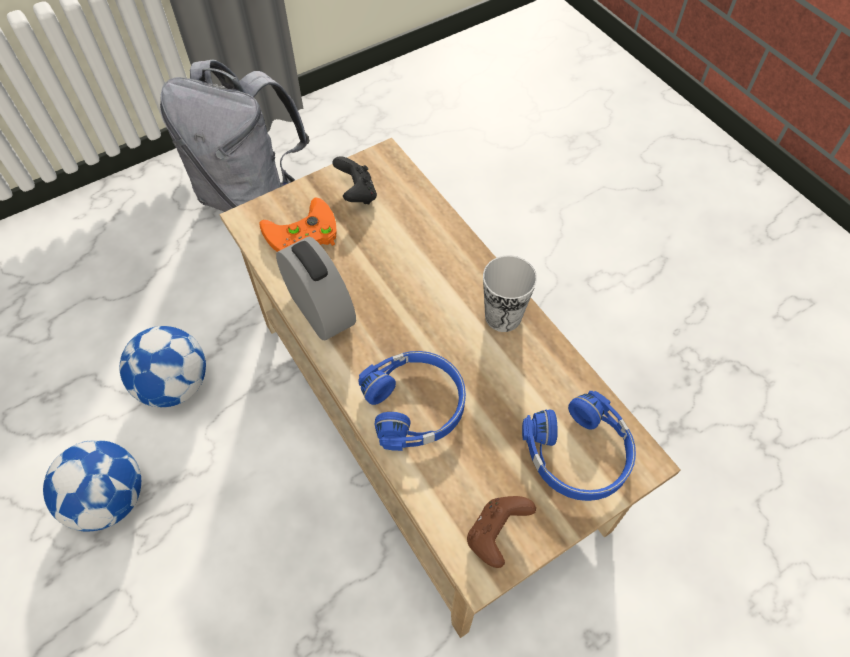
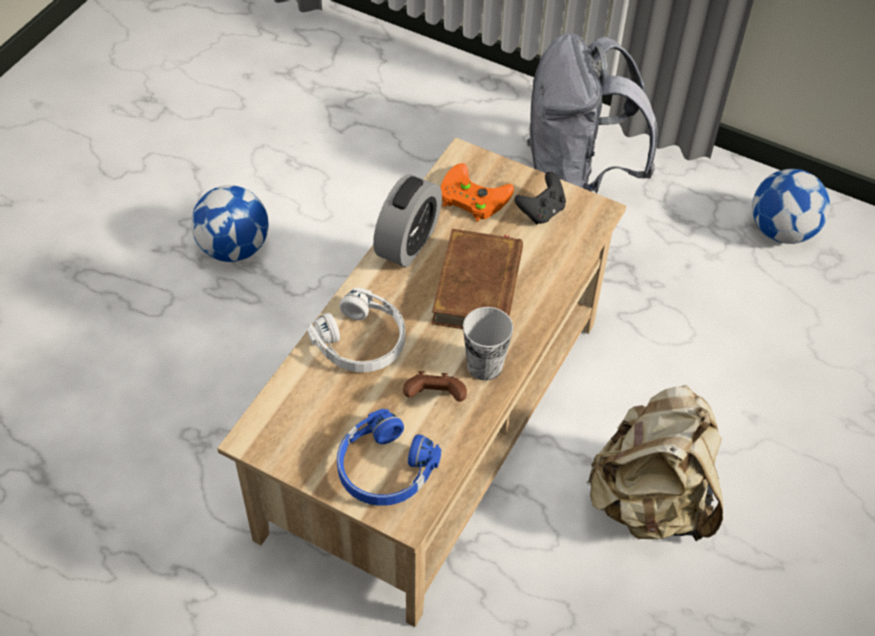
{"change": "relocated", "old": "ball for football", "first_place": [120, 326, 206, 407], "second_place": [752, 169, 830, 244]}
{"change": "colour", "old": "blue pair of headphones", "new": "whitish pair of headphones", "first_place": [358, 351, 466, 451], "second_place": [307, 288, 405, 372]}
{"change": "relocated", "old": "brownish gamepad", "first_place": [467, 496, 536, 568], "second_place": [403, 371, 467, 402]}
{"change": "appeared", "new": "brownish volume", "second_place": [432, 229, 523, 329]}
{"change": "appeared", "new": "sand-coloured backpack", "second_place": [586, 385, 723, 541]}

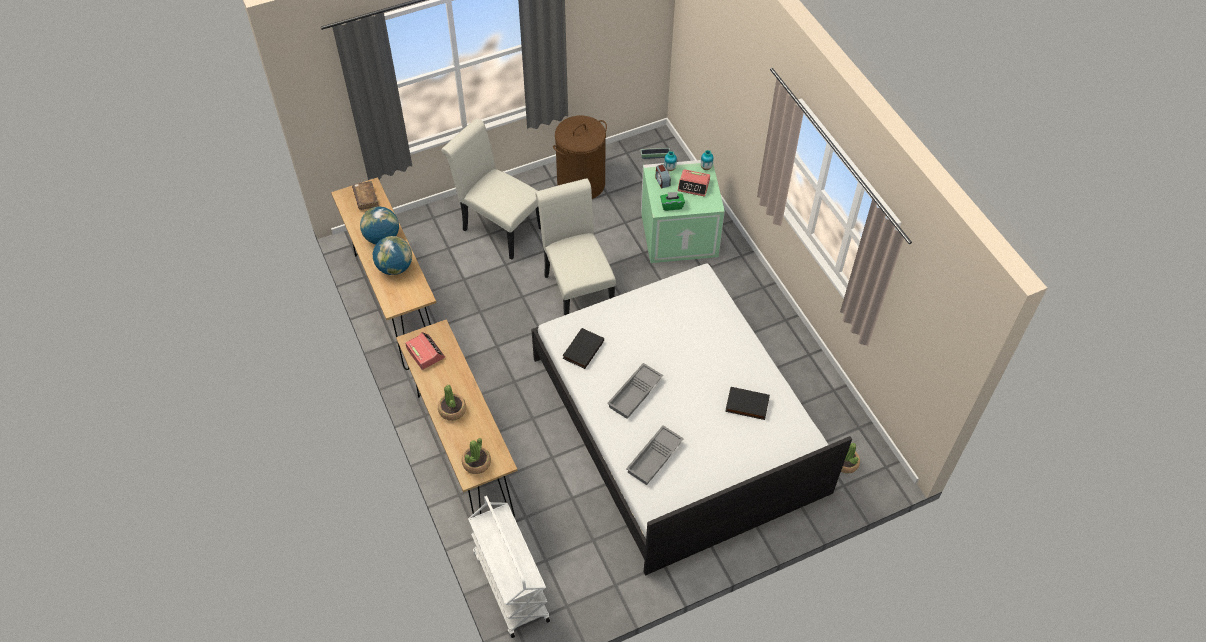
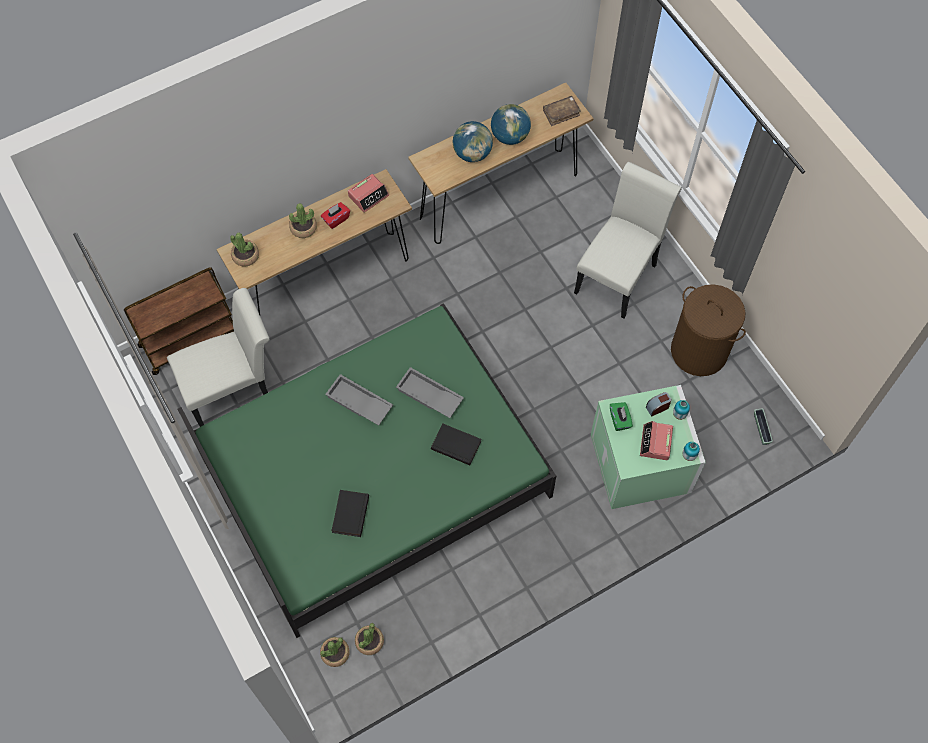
{"change": "relocated", "old": "whitish plain chair", "first_place": [535, 178, 616, 315], "second_place": [167, 288, 270, 427]}
{"change": "colour", "old": "whitish bed", "new": "green-coloured bed", "first_place": [531, 264, 852, 576], "second_place": [178, 303, 556, 638]}
{"change": "relocated", "old": "blackish volume", "first_place": [563, 328, 604, 369], "second_place": [431, 424, 481, 465]}
{"change": "relocated", "old": "gray carrying tray", "first_place": [626, 425, 684, 485], "second_place": [396, 367, 464, 418]}
{"change": "colour", "old": "whitish trolley", "new": "brownish trolley", "first_place": [468, 496, 550, 638], "second_place": [124, 267, 234, 375]}
{"change": "appeared", "new": "red-coloured tissue box", "second_place": [321, 202, 350, 229]}
{"change": "appeared", "new": "plant in a pot", "second_place": [355, 623, 384, 655]}

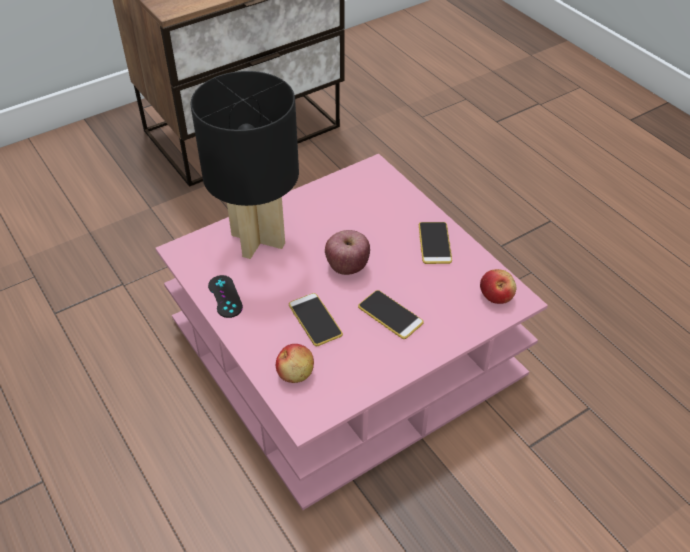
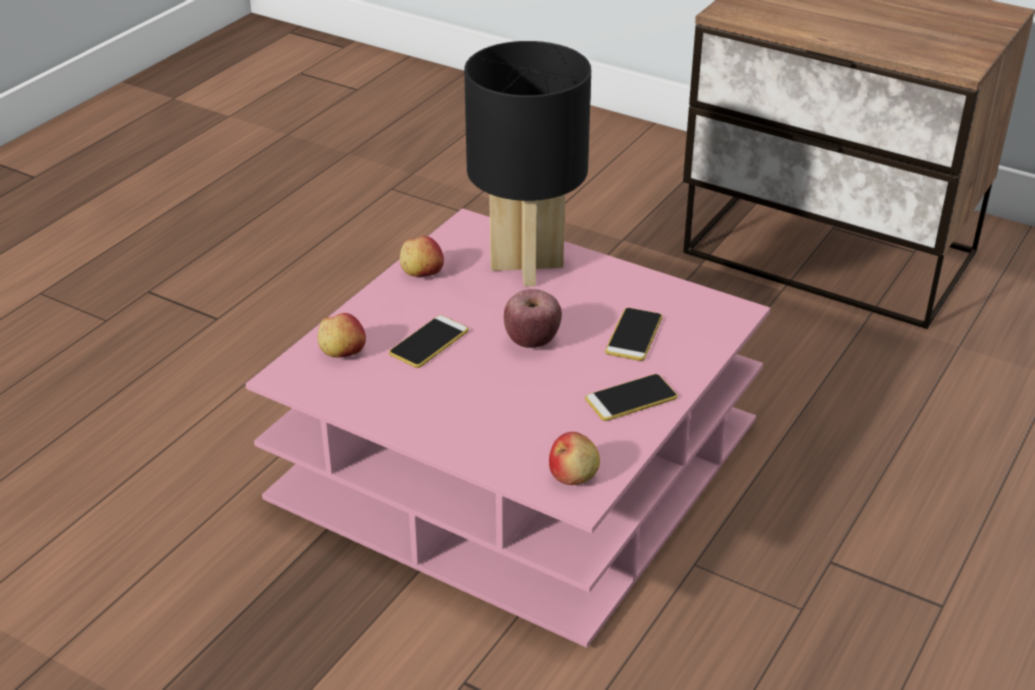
{"change": "exchanged", "old": "blackish gamepad", "new": "apple fruit", "first_place": [208, 275, 243, 318], "second_place": [400, 236, 444, 277]}
{"change": "relocated", "old": "handset", "first_place": [358, 290, 424, 339], "second_place": [605, 308, 663, 361]}

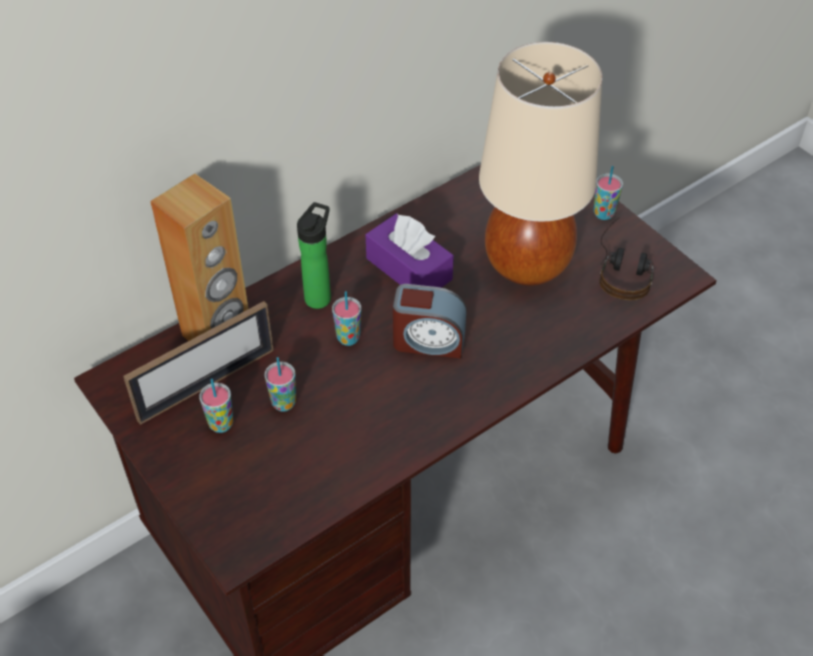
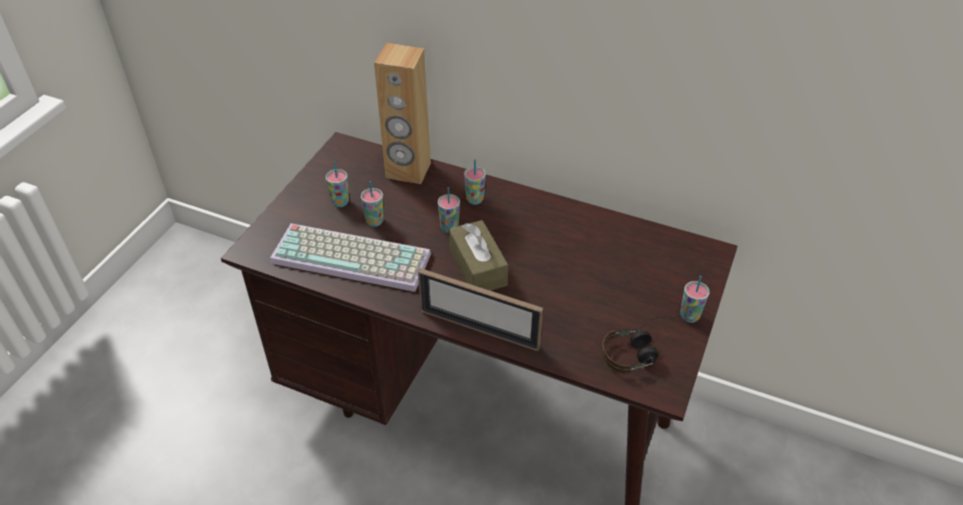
{"change": "missing", "old": "sand-coloured tabletop lamp", "first_place": [479, 42, 602, 286]}
{"change": "exchanged", "old": "bottle", "new": "cup", "first_place": [297, 202, 331, 309], "second_place": [464, 159, 486, 205]}
{"change": "missing", "old": "purple tissue box", "first_place": [366, 213, 454, 288]}
{"change": "exchanged", "old": "bedside clock", "new": "brownish tissue box", "first_place": [393, 284, 467, 359], "second_place": [449, 220, 508, 291]}
{"change": "relocated", "old": "picture frame", "first_place": [123, 301, 274, 425], "second_place": [418, 268, 543, 351]}
{"change": "appeared", "new": "PC keyboard", "second_place": [270, 223, 431, 292]}

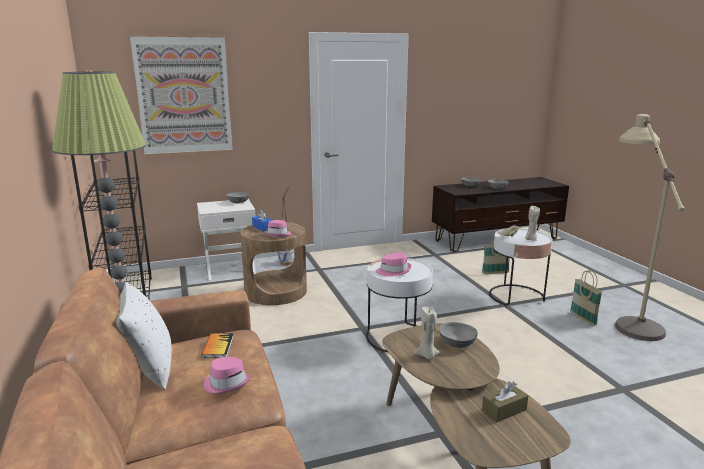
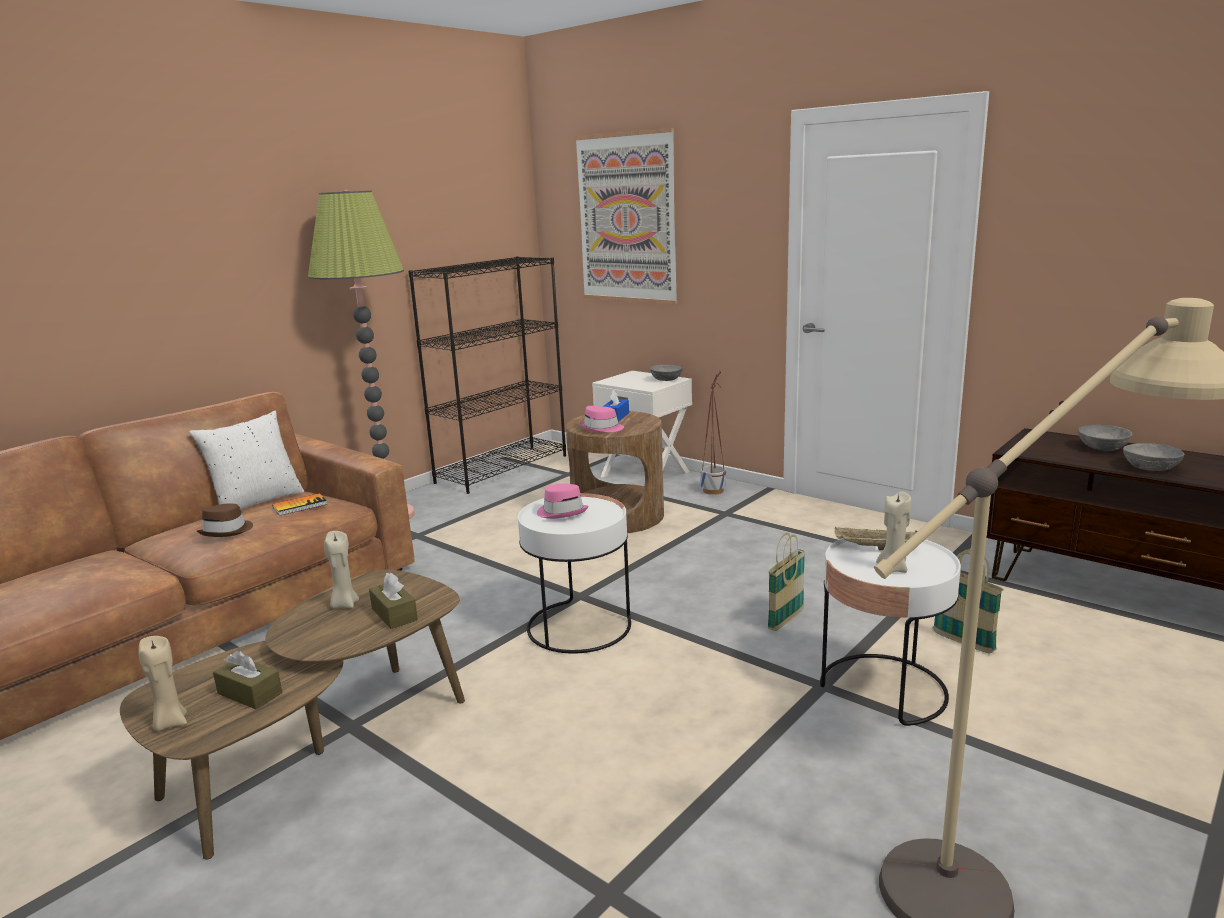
{"change": "relocated", "old": "basket", "first_place": [570, 270, 602, 326], "second_place": [768, 533, 805, 631]}
{"change": "exchanged", "old": "gray bowl", "new": "brownish tissue box", "first_place": [439, 322, 478, 348], "second_place": [369, 572, 418, 629]}
{"change": "colour", "old": "pink hat", "new": "brownish hat", "first_place": [204, 357, 251, 394], "second_place": [197, 504, 253, 537]}
{"change": "appeared", "new": "sand-coloured wax light", "second_place": [138, 636, 187, 731]}

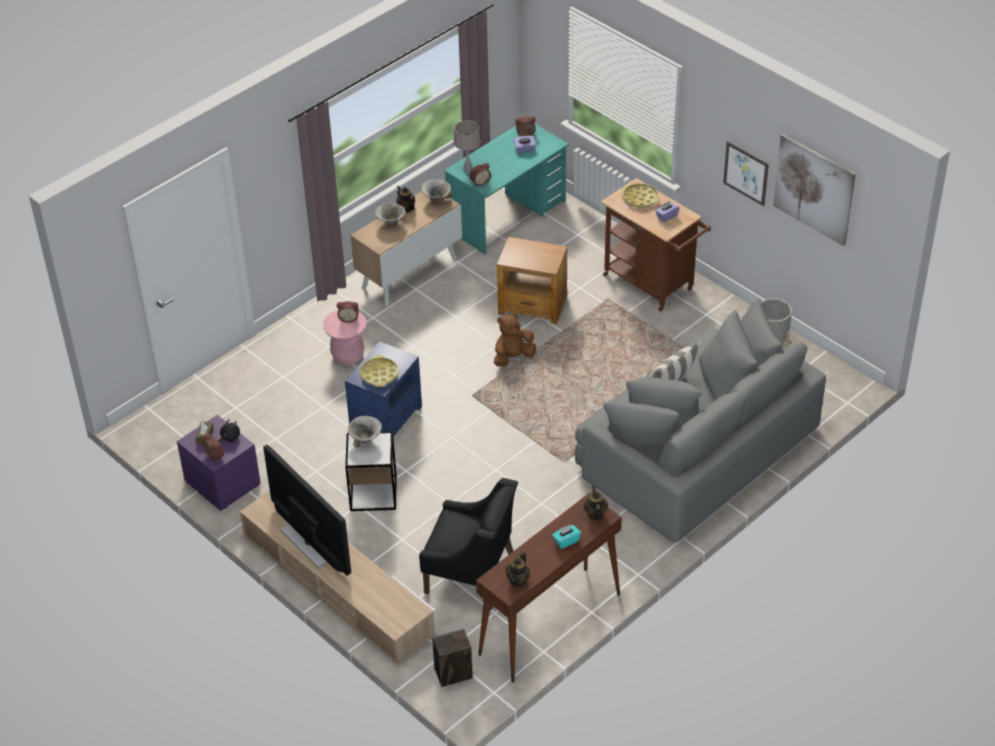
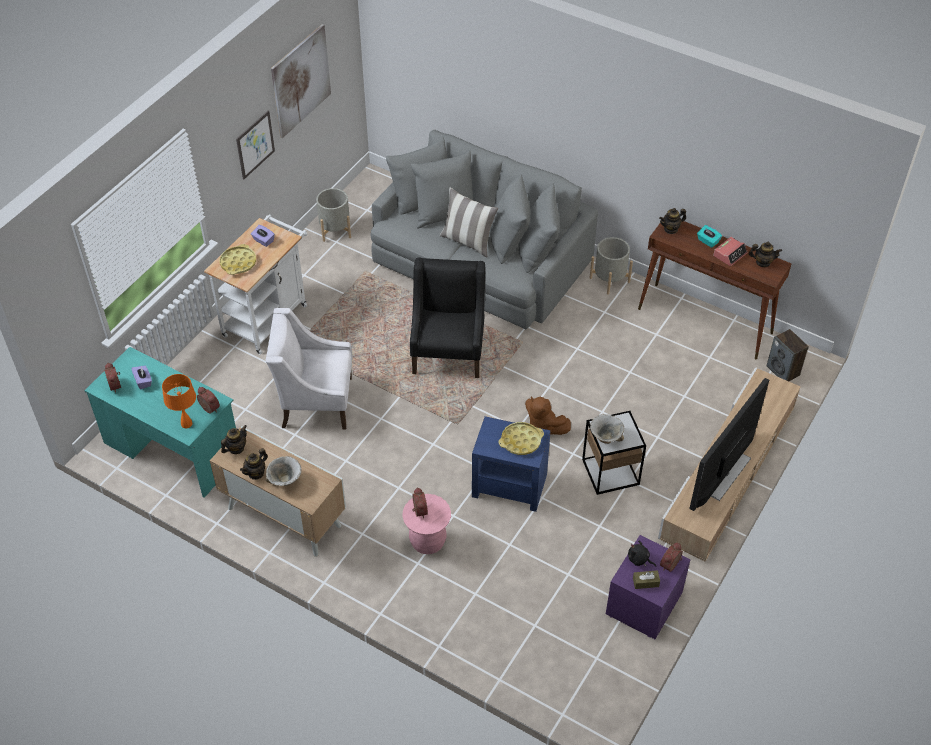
{"change": "colour", "old": "sand-coloured tabletop lamp", "new": "orange tabletop lamp", "first_place": [454, 121, 481, 173], "second_place": [162, 374, 196, 428]}
{"change": "colour", "old": "brownish trolley", "new": "whitish trolley", "first_place": [601, 178, 711, 311], "second_place": [204, 214, 307, 355]}
{"change": "exchanged", "old": "bowl", "new": "pot for tea", "first_place": [421, 179, 452, 204], "second_place": [221, 425, 247, 454]}
{"change": "exchanged", "old": "brownish end table", "new": "whitish easy chair", "first_place": [497, 237, 567, 324], "second_place": [266, 308, 352, 429]}
{"change": "relocated", "old": "brownish soft toy", "first_place": [494, 313, 536, 366], "second_place": [525, 397, 571, 435]}
{"change": "relocated", "old": "blackish easy chair", "first_place": [419, 478, 518, 610], "second_place": [410, 257, 485, 378]}
{"change": "appeared", "new": "gray plant pot", "second_place": [590, 237, 633, 295]}
{"change": "appeared", "new": "bedside clock", "second_place": [713, 237, 748, 266]}

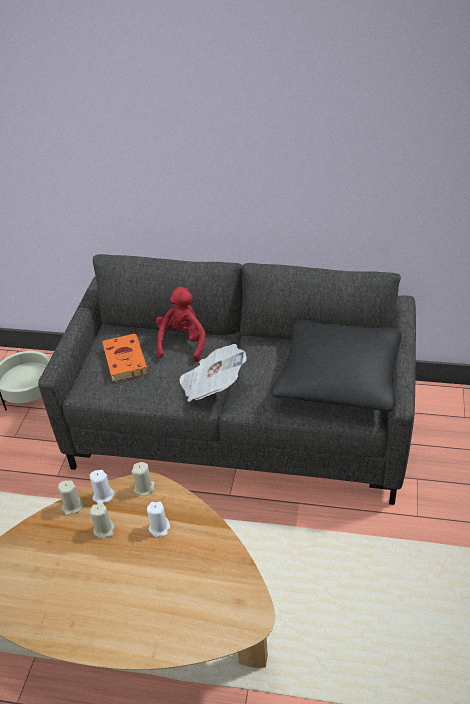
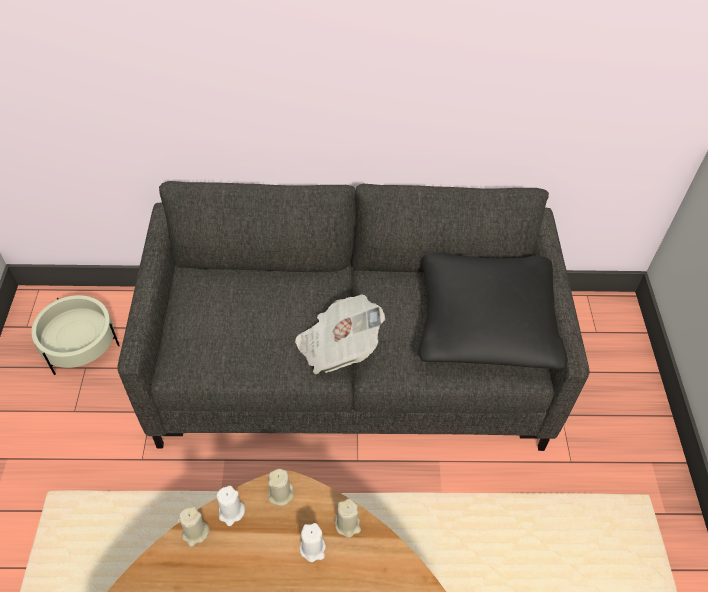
{"change": "missing", "old": "red-coloured soft toy", "first_place": [156, 287, 206, 362]}
{"change": "missing", "old": "orange volume", "first_place": [102, 334, 148, 382]}
{"change": "relocated", "old": "sand-coloured wax light", "first_place": [90, 503, 114, 539], "second_place": [335, 499, 361, 538]}

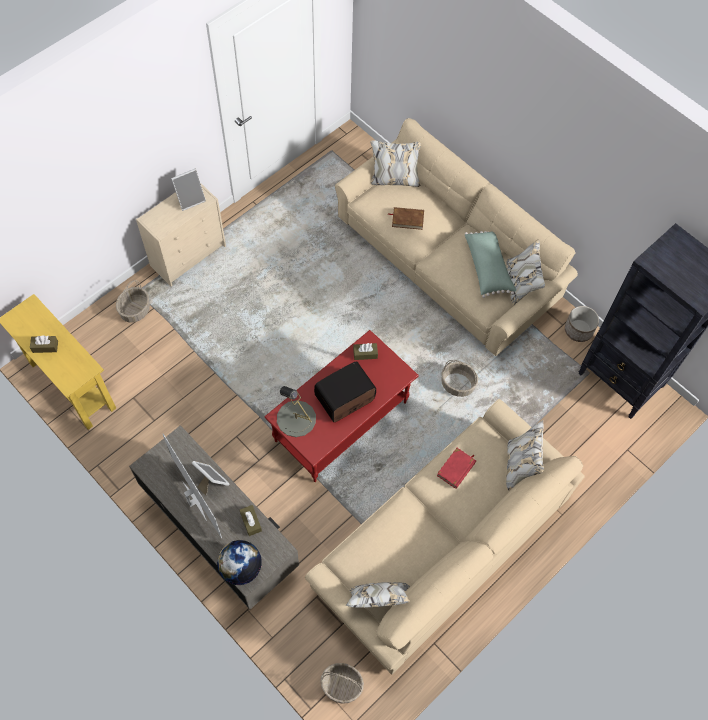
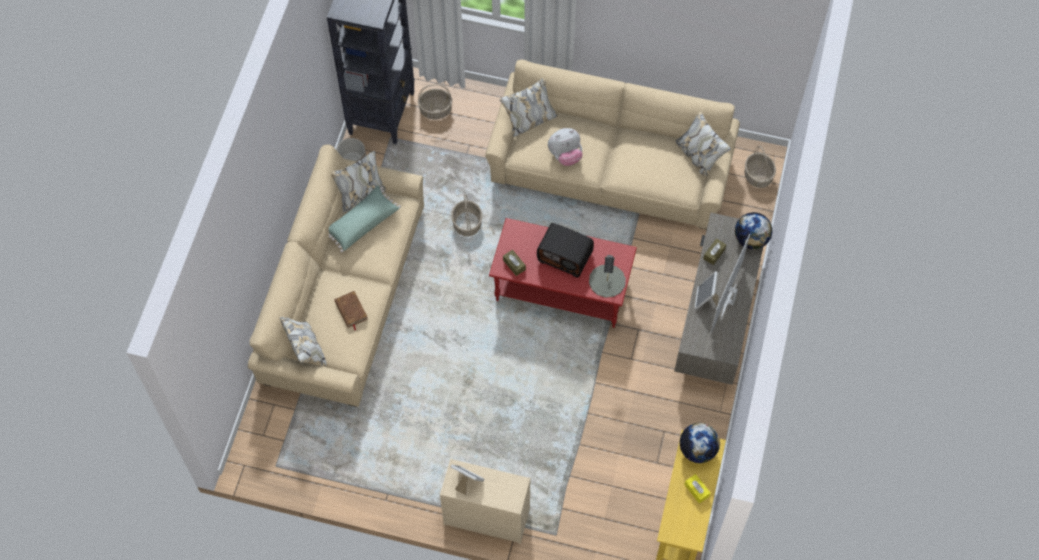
{"change": "relocated", "old": "basket", "first_place": [116, 280, 150, 323], "second_place": [418, 85, 452, 119]}
{"change": "colour", "old": "brownish tissue box", "new": "yellowish tissue box", "first_place": [30, 335, 58, 353], "second_place": [684, 474, 710, 504]}
{"change": "exchanged", "old": "red-coloured volume", "new": "soft toy", "first_place": [437, 448, 476, 489], "second_place": [548, 128, 583, 166]}
{"change": "appeared", "new": "world globe", "second_place": [680, 423, 720, 463]}

